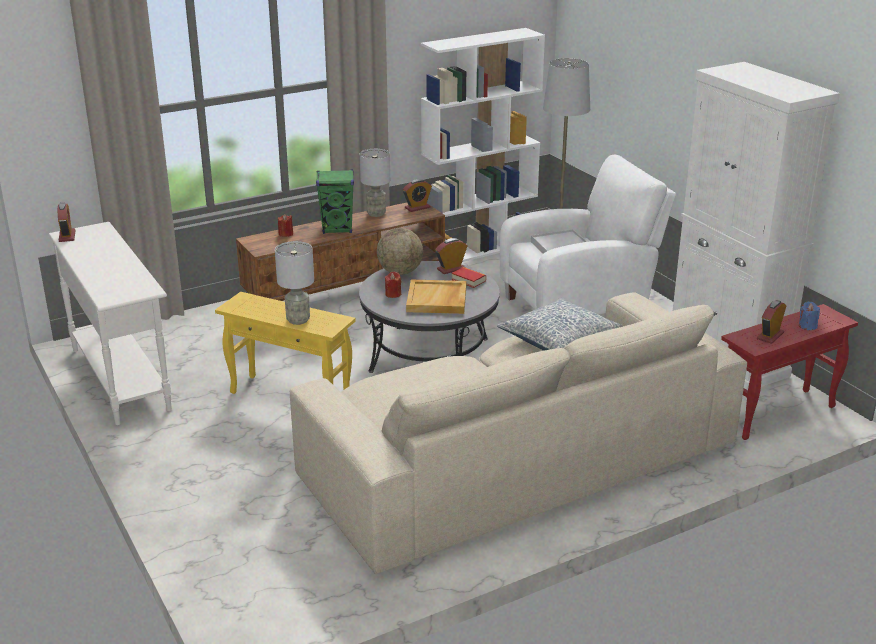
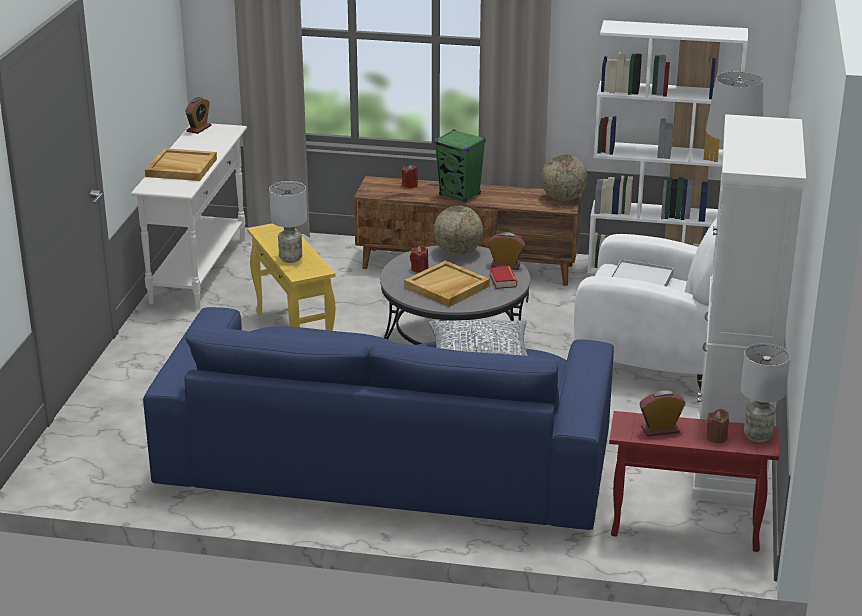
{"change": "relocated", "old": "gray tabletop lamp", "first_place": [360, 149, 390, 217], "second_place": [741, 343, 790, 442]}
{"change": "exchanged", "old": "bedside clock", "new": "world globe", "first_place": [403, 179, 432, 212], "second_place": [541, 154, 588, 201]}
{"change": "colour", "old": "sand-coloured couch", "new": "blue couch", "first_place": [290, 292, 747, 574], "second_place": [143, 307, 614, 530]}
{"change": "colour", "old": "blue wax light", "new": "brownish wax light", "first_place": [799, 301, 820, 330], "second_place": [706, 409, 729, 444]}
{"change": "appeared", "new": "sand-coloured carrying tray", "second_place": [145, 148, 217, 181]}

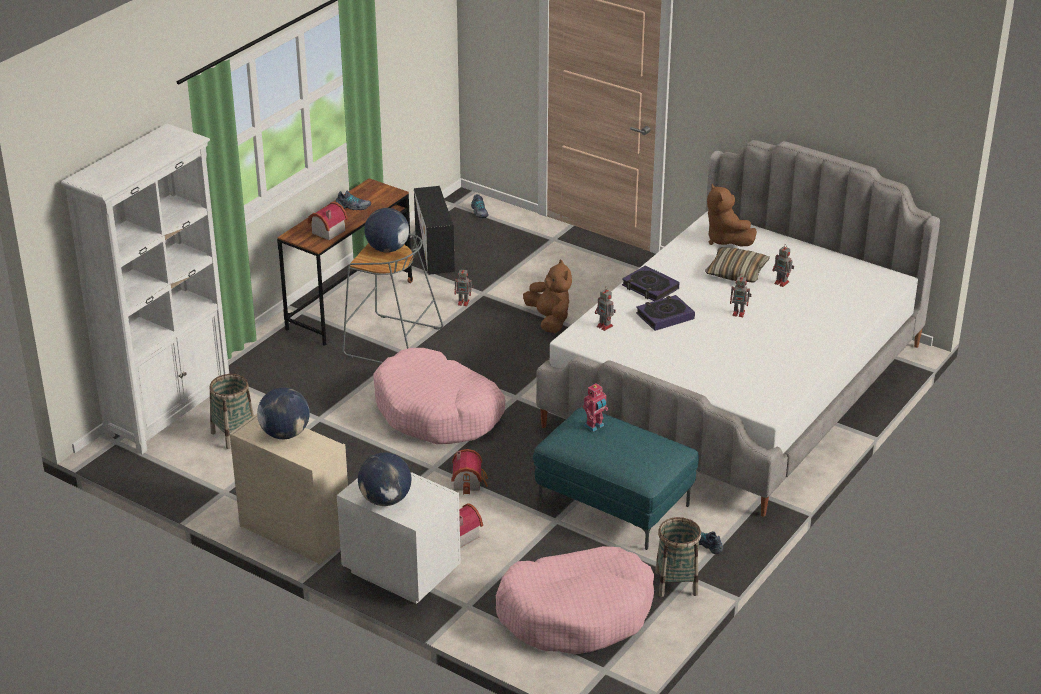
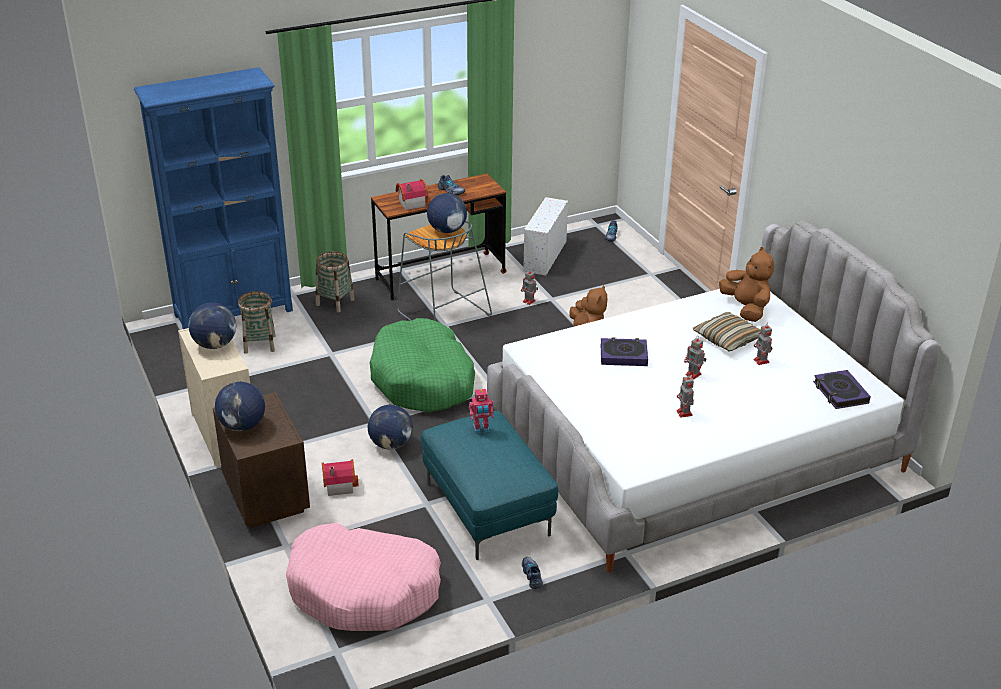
{"change": "colour", "old": "whitish bookshelf", "new": "blue bookshelf", "first_place": [61, 124, 229, 454], "second_place": [134, 67, 293, 329]}
{"change": "spun", "old": "brownish soft toy", "first_place": [707, 184, 757, 247], "second_place": [719, 247, 774, 322], "degrees": 150}
{"change": "colour", "old": "blackish storage box", "new": "whitish storage box", "first_place": [414, 186, 455, 275], "second_place": [523, 197, 568, 276]}
{"change": "relocated", "old": "volume", "first_place": [622, 265, 680, 301], "second_place": [813, 370, 871, 409]}
{"change": "relocated", "old": "toy robot", "first_place": [595, 289, 616, 331], "second_place": [676, 374, 694, 418]}
{"change": "colour", "old": "pink dog cushion", "new": "green-coloured dog cushion", "first_place": [374, 348, 505, 444], "second_place": [370, 318, 475, 412]}
{"change": "exchanged", "old": "miniature house", "new": "world globe", "first_place": [451, 449, 488, 495], "second_place": [368, 405, 413, 450]}
{"change": "colour", "old": "whitish night table", "new": "brownish night table", "first_place": [337, 472, 461, 604], "second_place": [213, 392, 310, 528]}
{"change": "relocated", "old": "basket", "first_place": [655, 517, 701, 597], "second_place": [316, 251, 355, 312]}

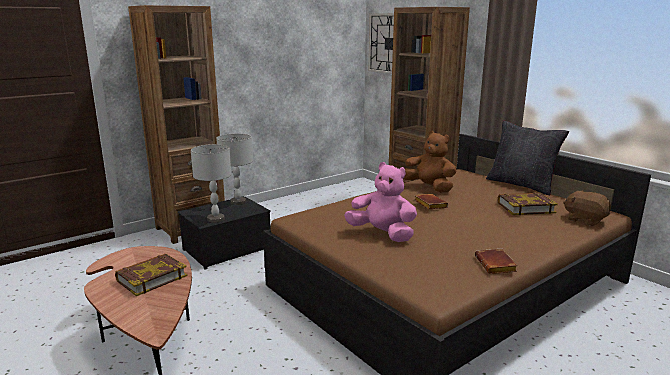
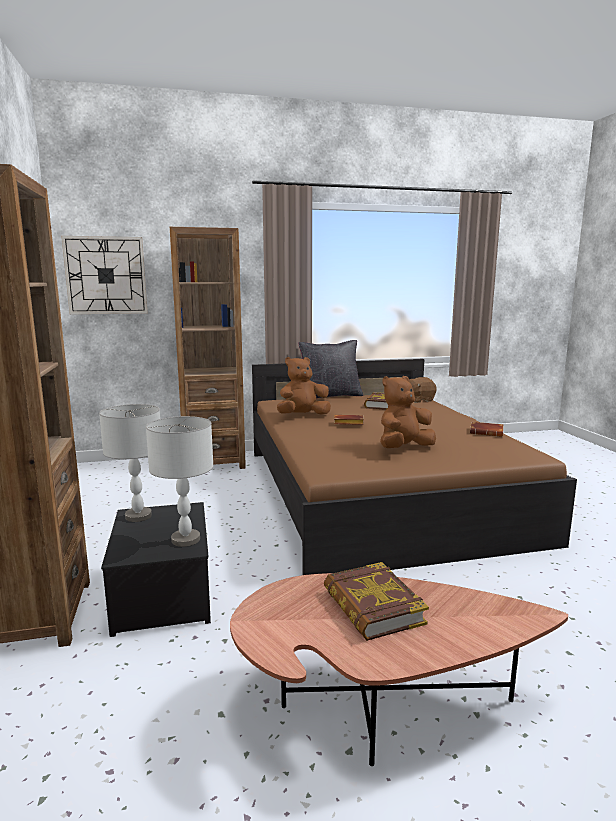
{"change": "colour", "old": "pink soft toy", "new": "brownish soft toy", "first_place": [344, 162, 417, 242], "second_place": [380, 376, 436, 448]}

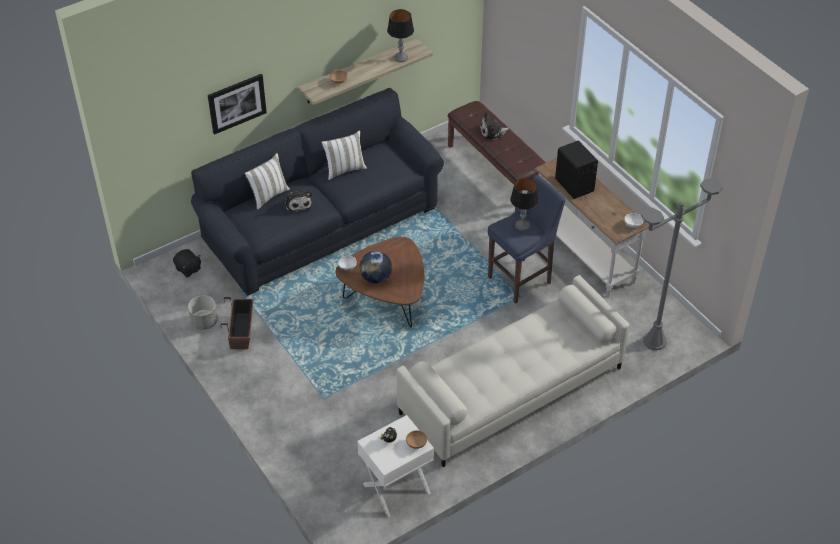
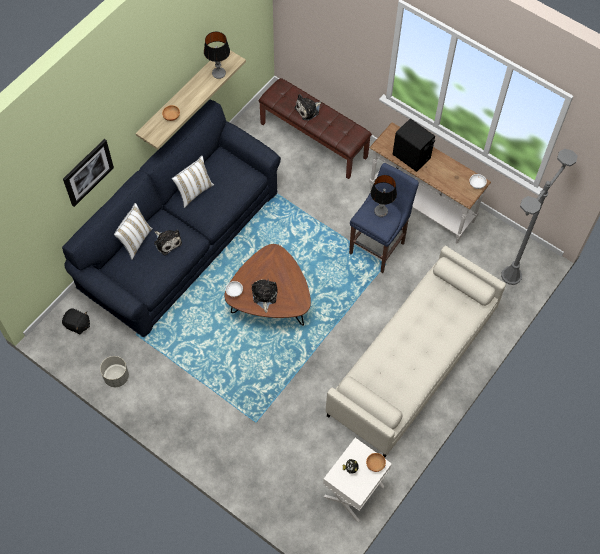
{"change": "exchanged", "old": "world globe", "new": "soft toy", "first_place": [359, 251, 392, 284], "second_place": [252, 279, 278, 313]}
{"change": "missing", "old": "plant pot", "first_place": [221, 297, 254, 349]}

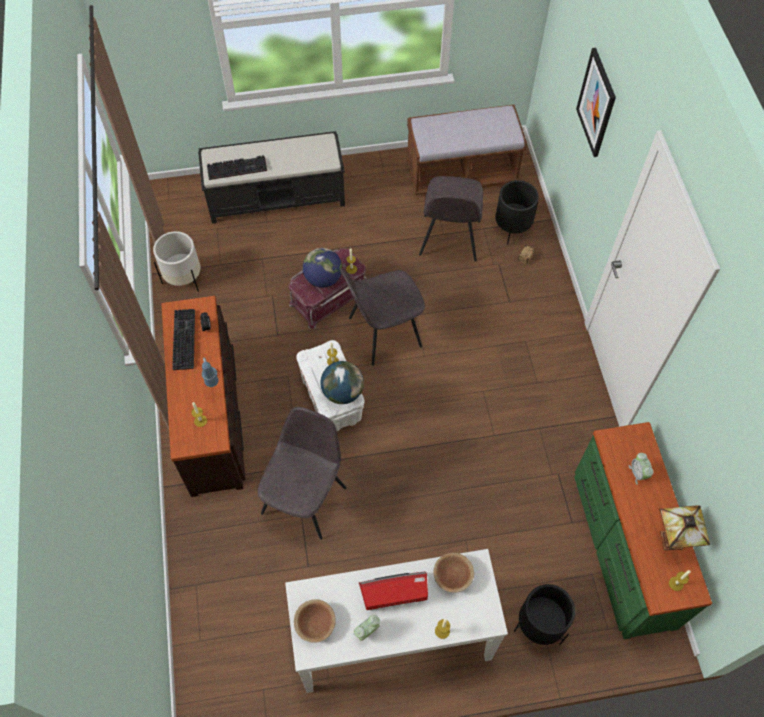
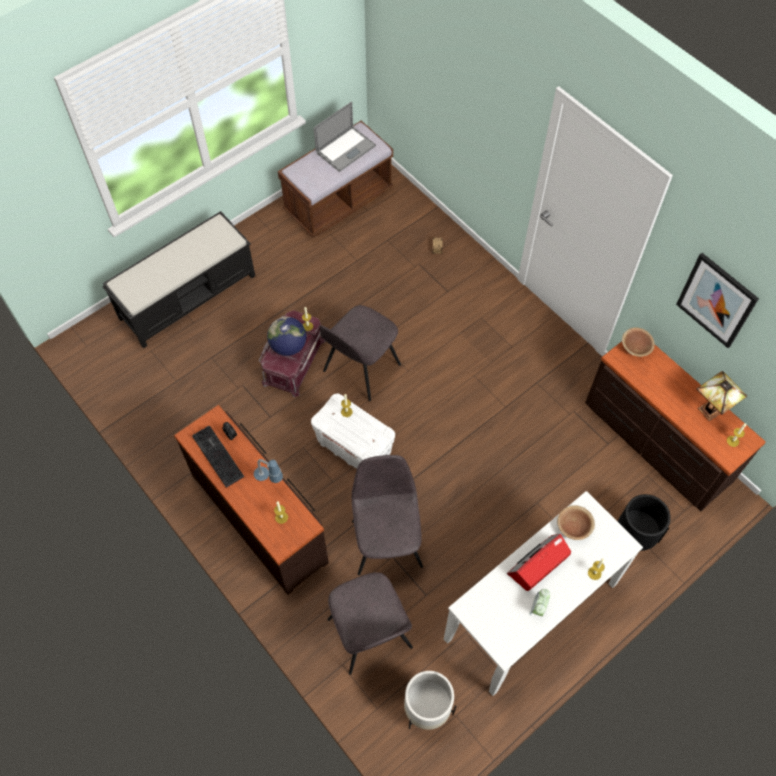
{"change": "relocated", "old": "picture", "first_place": [576, 48, 616, 157], "second_place": [676, 253, 759, 348]}
{"change": "missing", "old": "PC keyboard", "first_place": [207, 155, 267, 180]}
{"change": "relocated", "old": "gray plain chair", "first_place": [419, 176, 483, 262], "second_place": [327, 572, 413, 675]}
{"change": "missing", "old": "blackish plant pot", "first_place": [495, 180, 539, 244]}
{"change": "relocated", "old": "whitish plant pot", "first_place": [153, 231, 201, 291], "second_place": [404, 671, 456, 730]}
{"change": "missing", "old": "world globe", "first_place": [321, 361, 364, 404]}
{"change": "colour", "old": "green-coloured dresser", "new": "brownish dresser", "first_place": [574, 422, 712, 639], "second_place": [585, 341, 766, 511]}
{"change": "missing", "old": "bedside clock", "first_place": [629, 453, 654, 485]}
{"change": "relocated", "old": "brownish bowl", "first_place": [294, 599, 336, 643], "second_place": [622, 328, 655, 357]}
{"change": "appeared", "new": "portable computer", "second_place": [314, 102, 376, 172]}

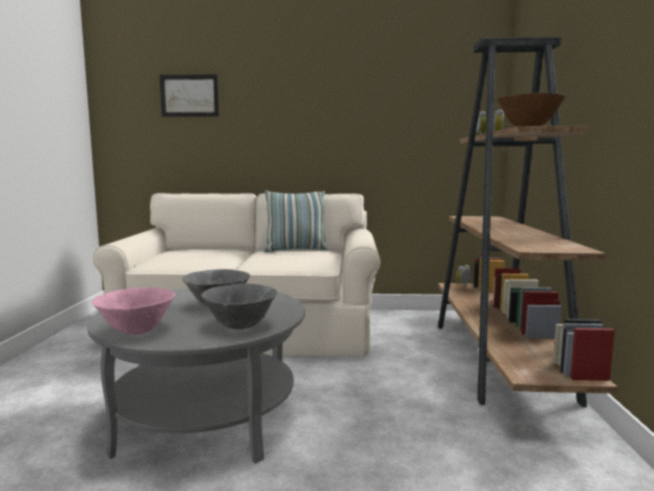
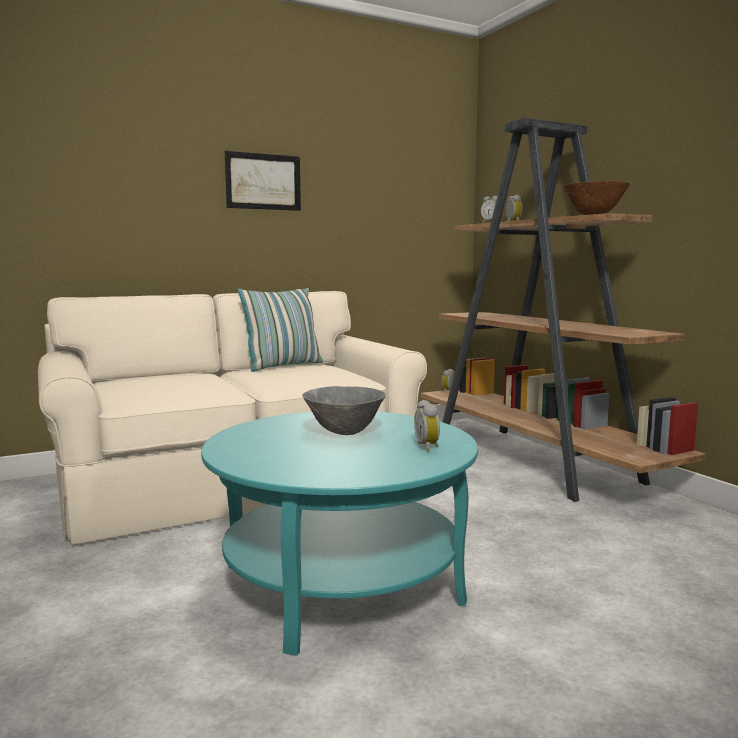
{"change": "relocated", "old": "picture", "first_place": [159, 74, 219, 117], "second_place": [225, 151, 301, 211]}
{"change": "exchanged", "old": "gray bowl", "new": "bedside clock", "first_place": [201, 283, 277, 329], "second_place": [414, 400, 440, 452]}
{"change": "colour", "old": "gray lounge table", "new": "turquoise lounge table", "first_place": [87, 288, 305, 464], "second_place": [201, 412, 478, 656]}
{"change": "missing", "old": "pink bowl", "first_place": [92, 288, 175, 335]}

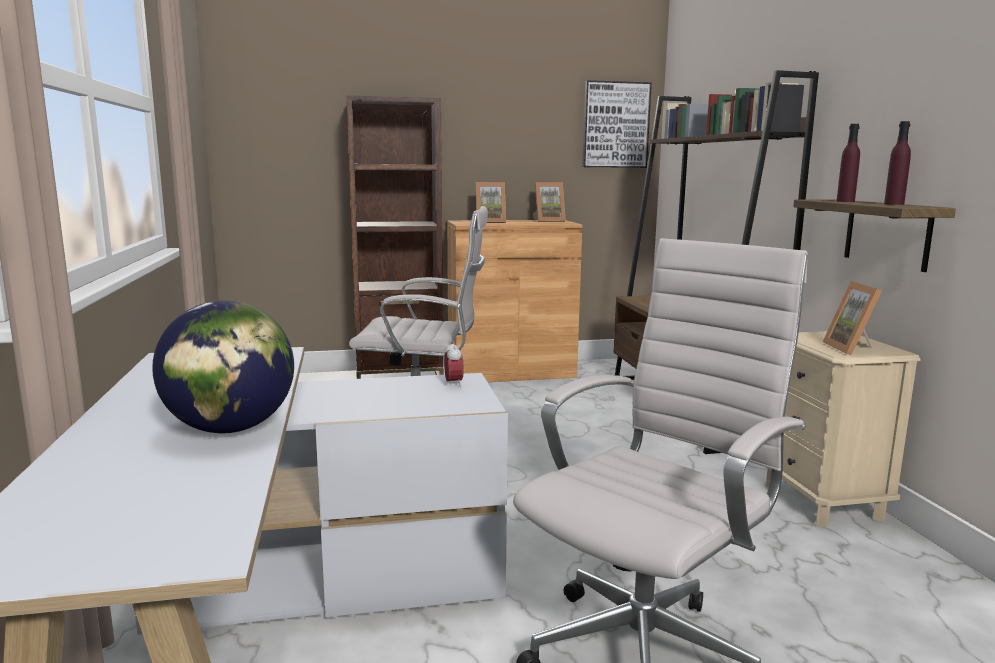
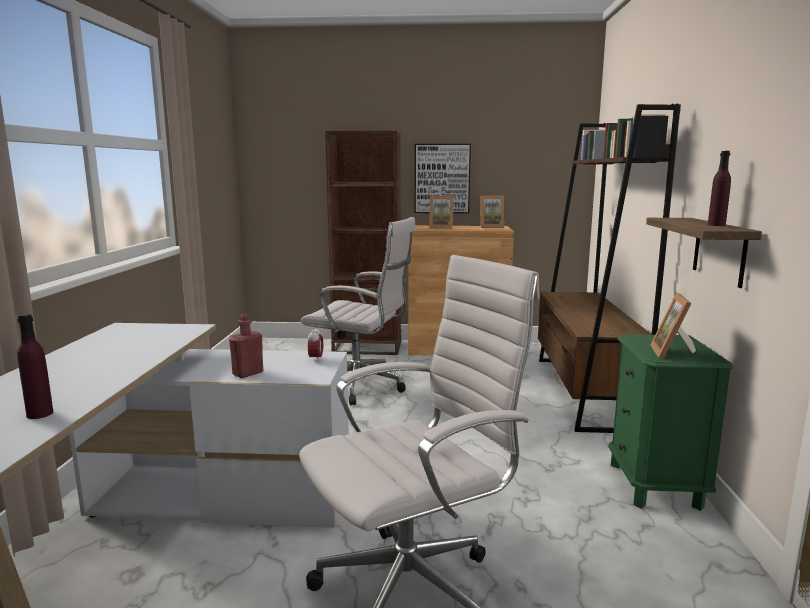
{"change": "relocated", "old": "picture", "first_place": [582, 80, 652, 168], "second_place": [415, 144, 471, 213]}
{"change": "relocated", "old": "purple bottle", "first_place": [837, 124, 860, 202], "second_place": [17, 313, 53, 419]}
{"change": "missing", "old": "world globe", "first_place": [152, 301, 294, 433]}
{"change": "colour", "old": "sand-coloured night table", "new": "green-coloured night table", "first_place": [766, 331, 921, 528], "second_place": [608, 334, 733, 511]}
{"change": "appeared", "new": "red-coloured bottle", "second_place": [229, 314, 263, 378]}

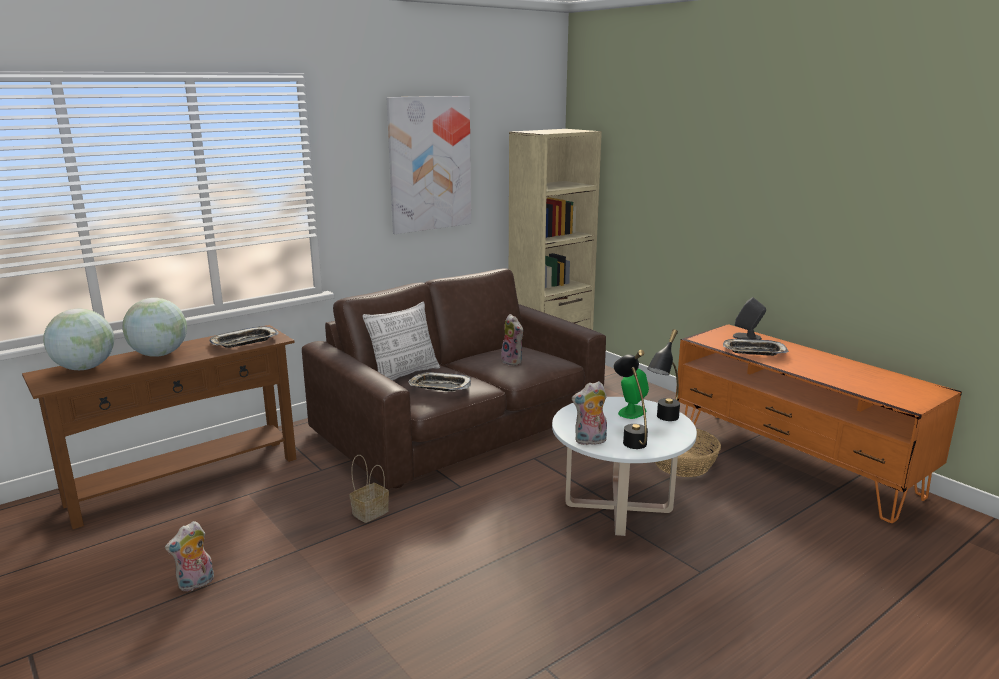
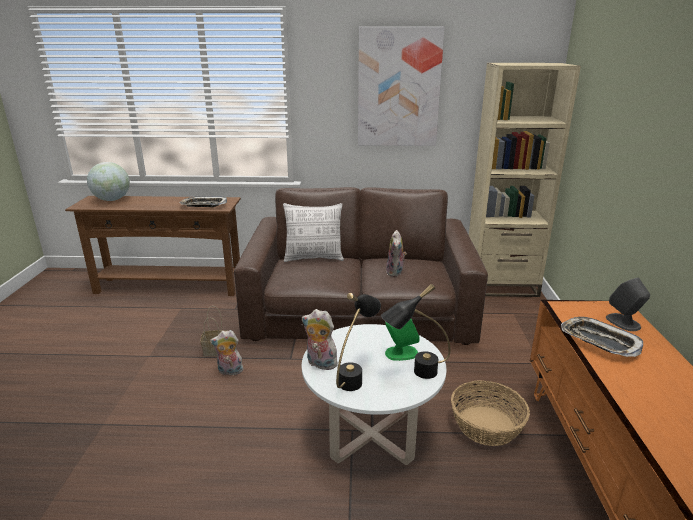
{"change": "missing", "old": "world globe", "first_place": [122, 298, 187, 357]}
{"change": "missing", "old": "carrying tray", "first_place": [408, 372, 471, 392]}
{"change": "relocated", "old": "soft toy", "first_place": [165, 521, 214, 591], "second_place": [210, 330, 245, 375]}

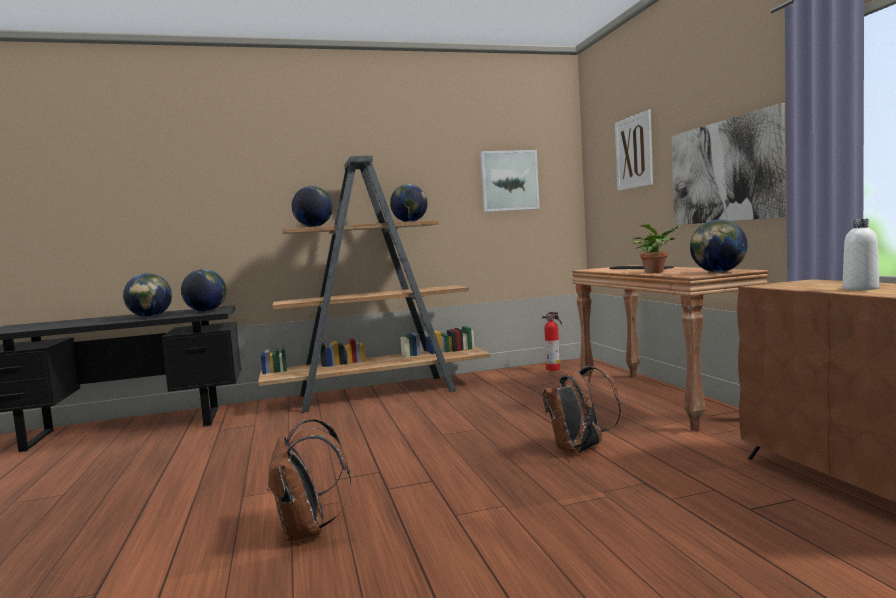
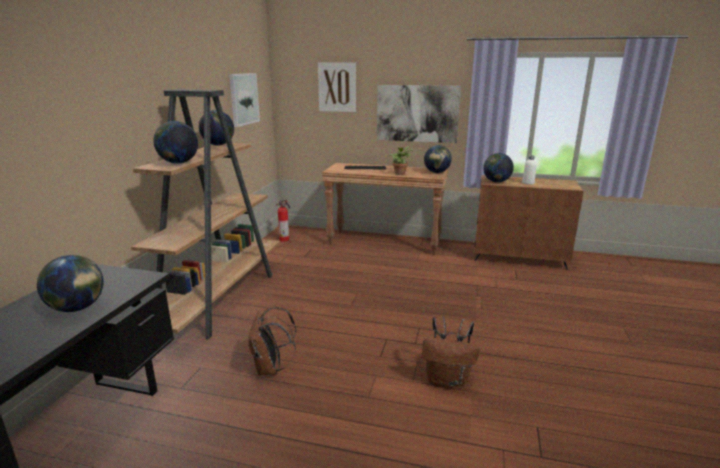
{"change": "relocated", "old": "world globe", "first_place": [181, 269, 226, 312], "second_place": [483, 153, 514, 183]}
{"change": "relocated", "old": "brownish backpack", "first_place": [542, 366, 621, 453], "second_place": [248, 305, 296, 375]}

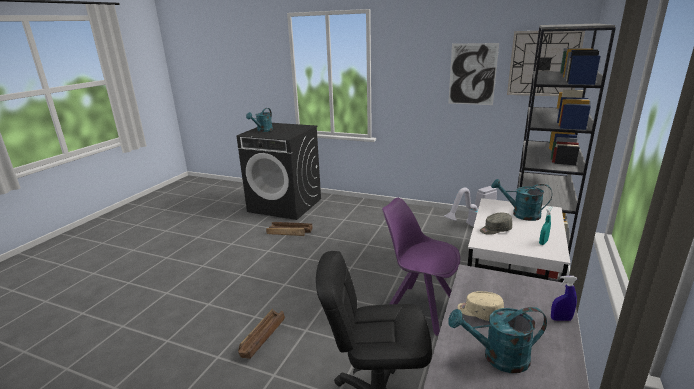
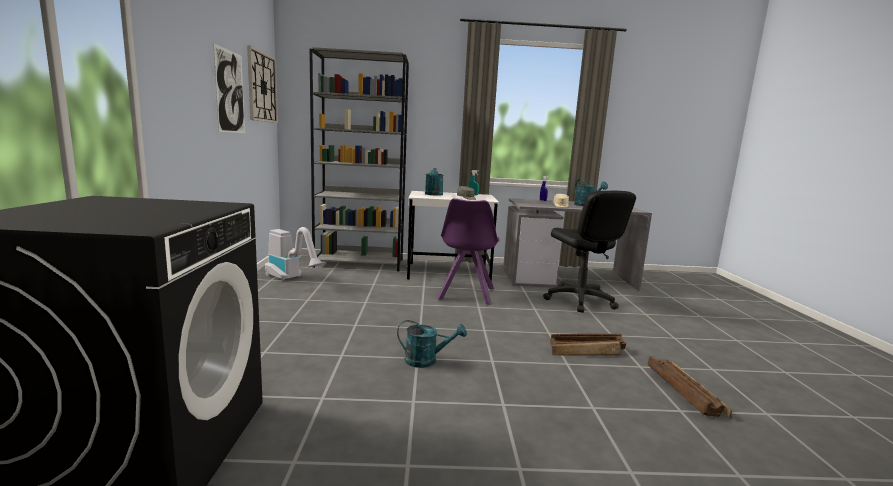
{"change": "relocated", "old": "turquoise watering can", "first_place": [246, 108, 273, 132], "second_place": [397, 320, 467, 368]}
{"change": "relocated", "old": "crate", "first_place": [266, 222, 313, 236], "second_place": [648, 356, 732, 419]}

